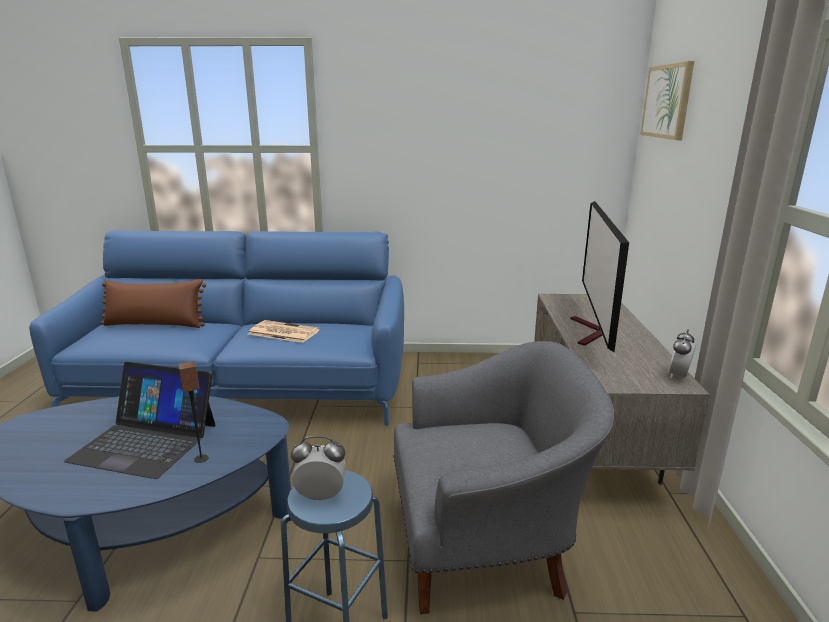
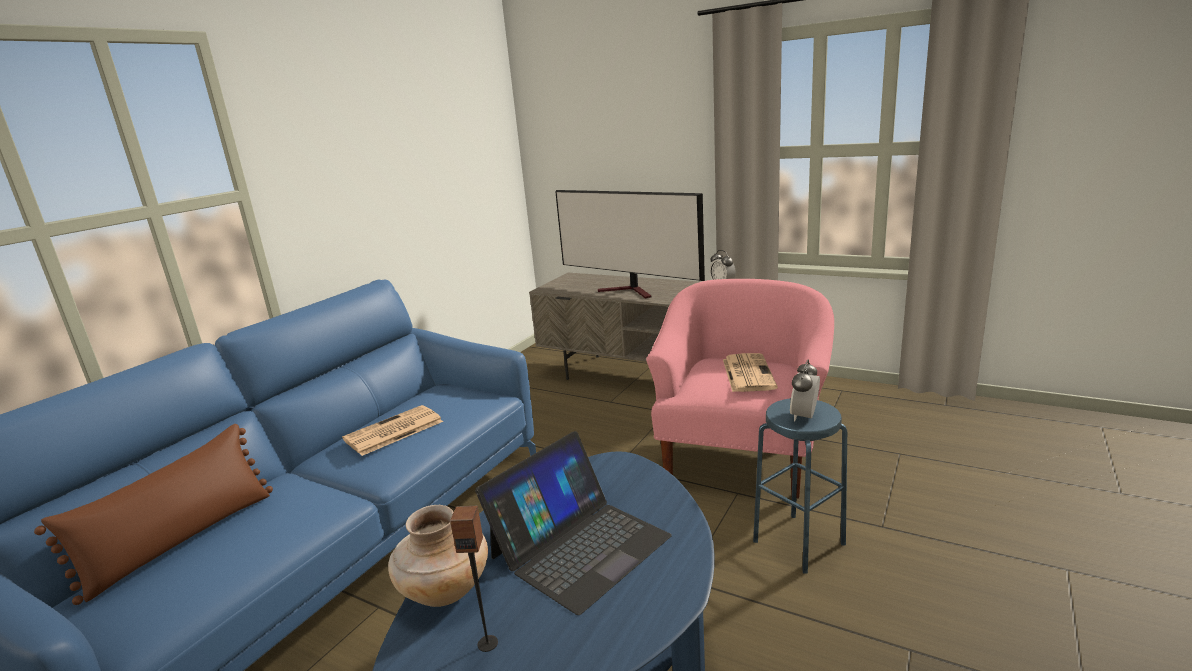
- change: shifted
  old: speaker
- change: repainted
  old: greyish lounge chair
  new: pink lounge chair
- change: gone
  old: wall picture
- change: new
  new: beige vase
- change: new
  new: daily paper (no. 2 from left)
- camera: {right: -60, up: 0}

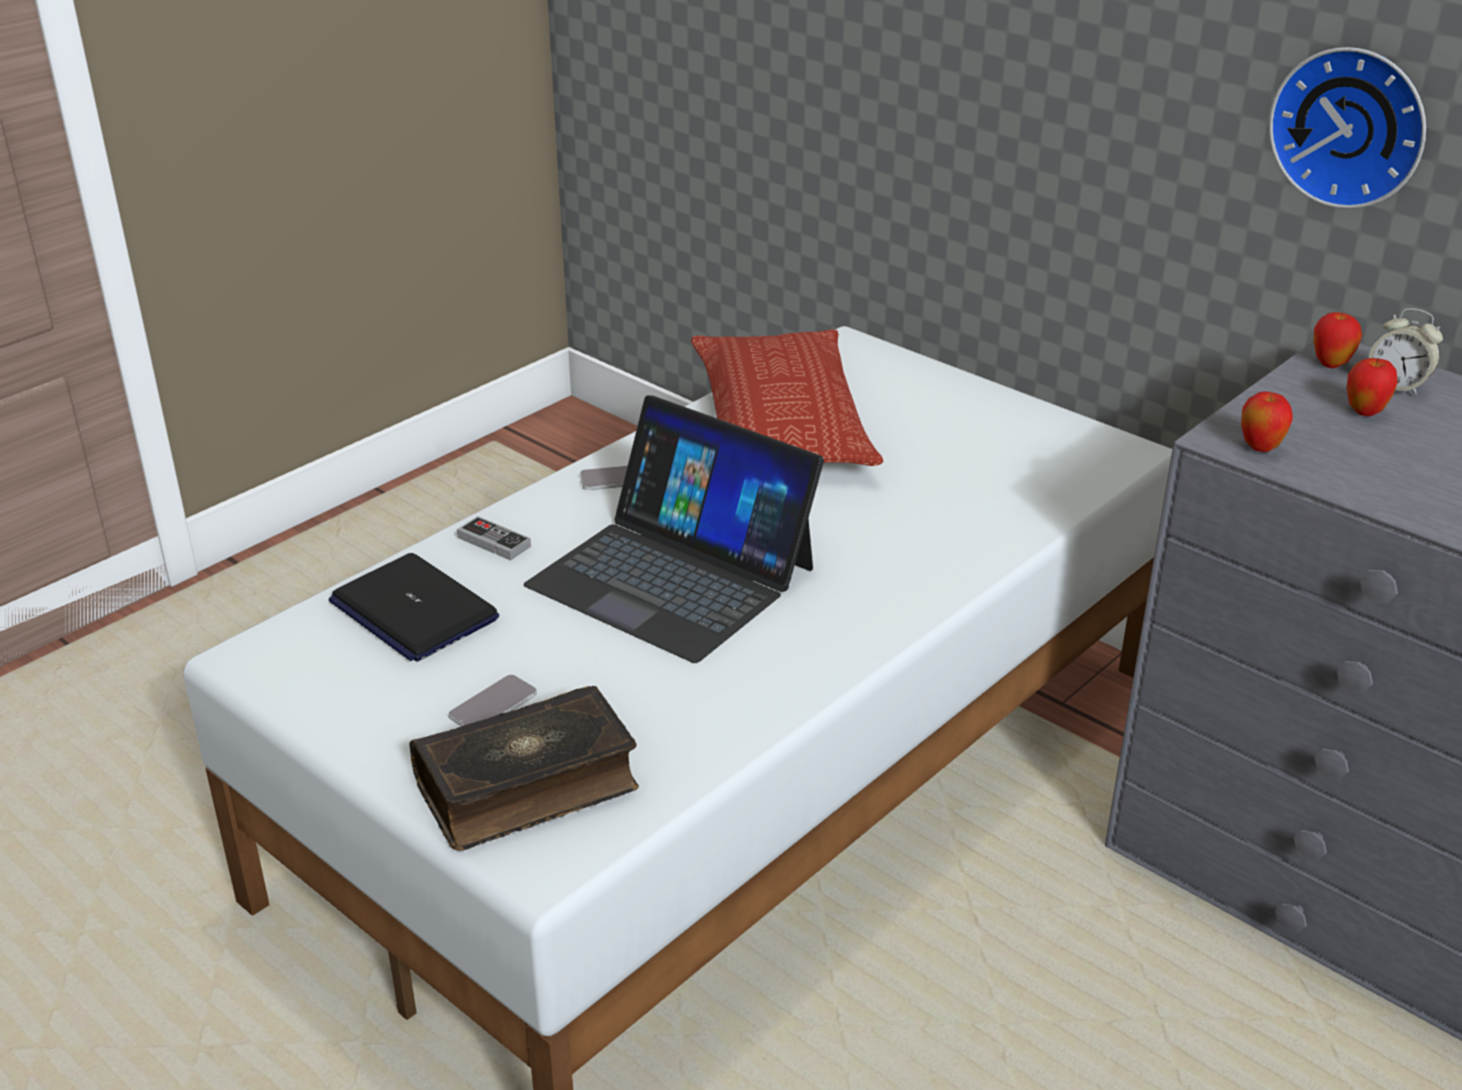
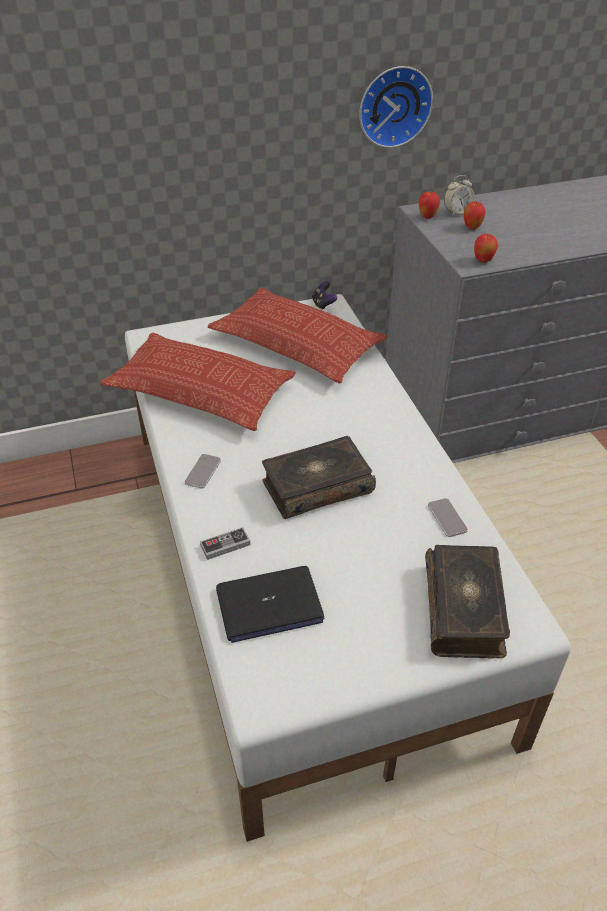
- change: shifted
  old: handset (no. 1 from left in the first image)
  new: handset (no. 2 from left)
- change: swapped
  old: notebook computer (no. 2 from left)
  new: book (no. 1 from left)
- change: new
  new: throw pillow (no. 2 from left)
- change: new
  new: game controller (no. 2 from left)
- camera: {right: -60, up: 10}

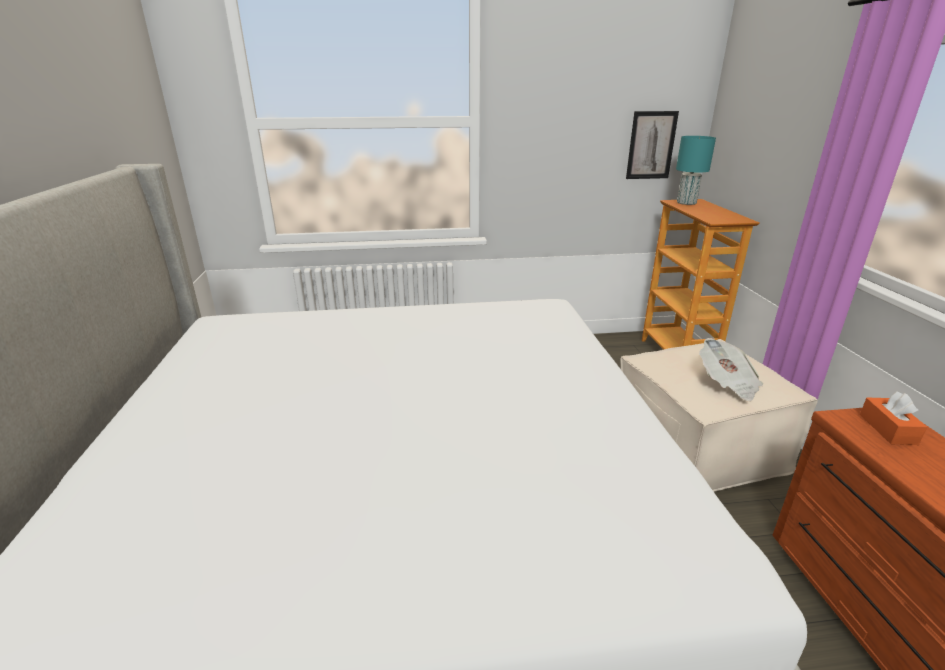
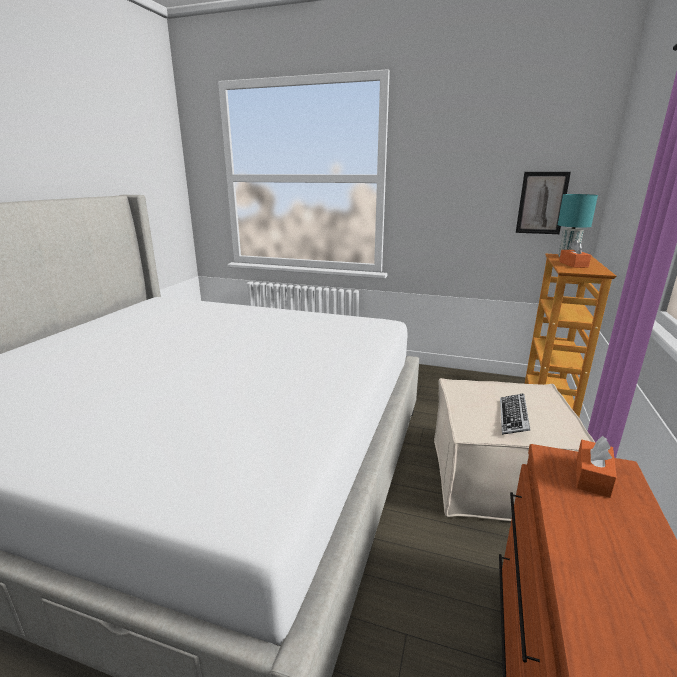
- change: swapped
  old: daily paper
  new: PC keyboard
- change: new
  new: orange box of tissues (no. 1 from left)
- camera: {right: 25, up: -5}

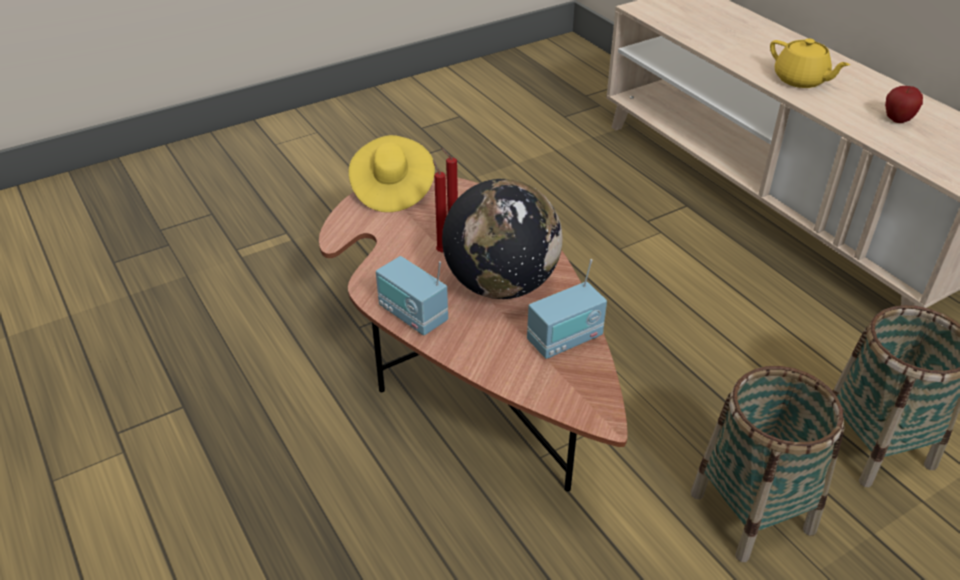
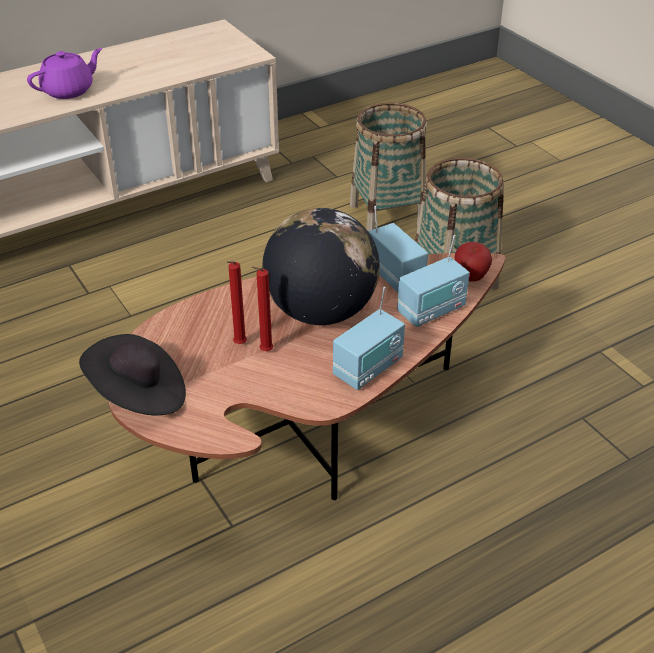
- change: repainted
  old: yellow hat
  new: black-coloured hat
- change: repainted
  old: yellow tea pot
  new: purple-coloured tea pot
- change: shifted
  old: whole apple
- change: new
  new: radio set (no. 3 from left)
- camera: {right: -90, up: 0}

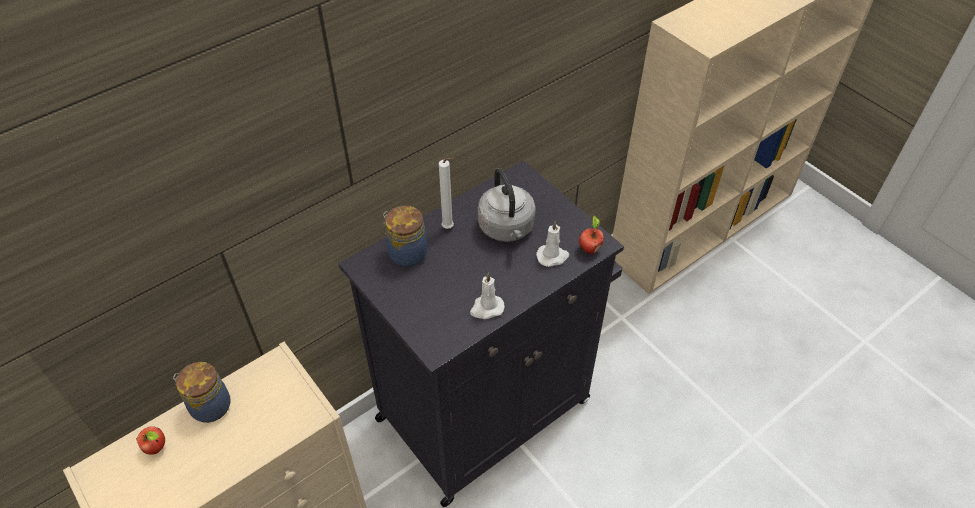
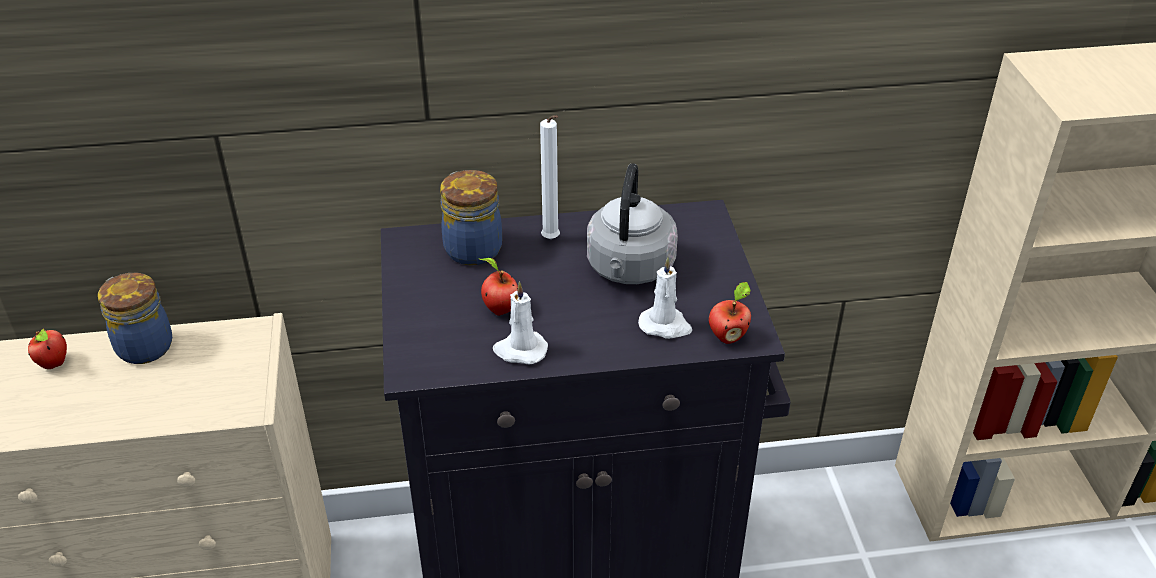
- change: new
  new: whole apple (no. 2 from left)
- camera: {right: 30, up: -10}

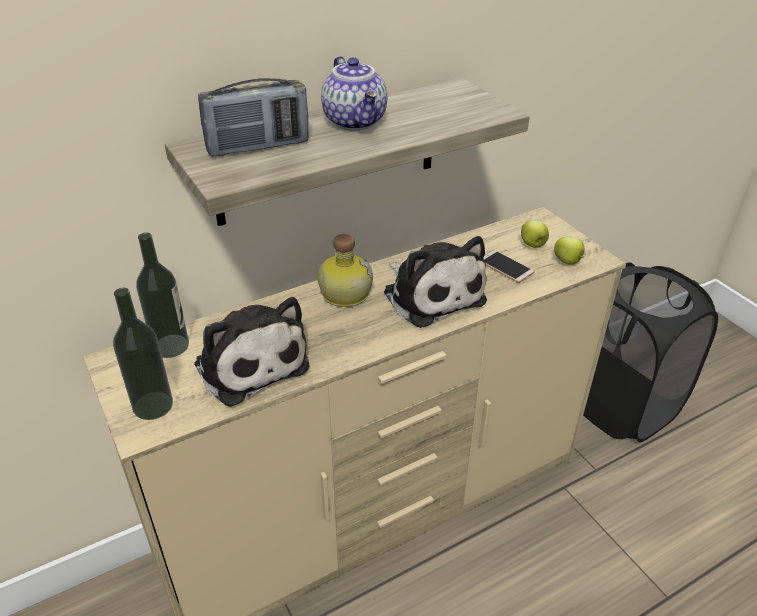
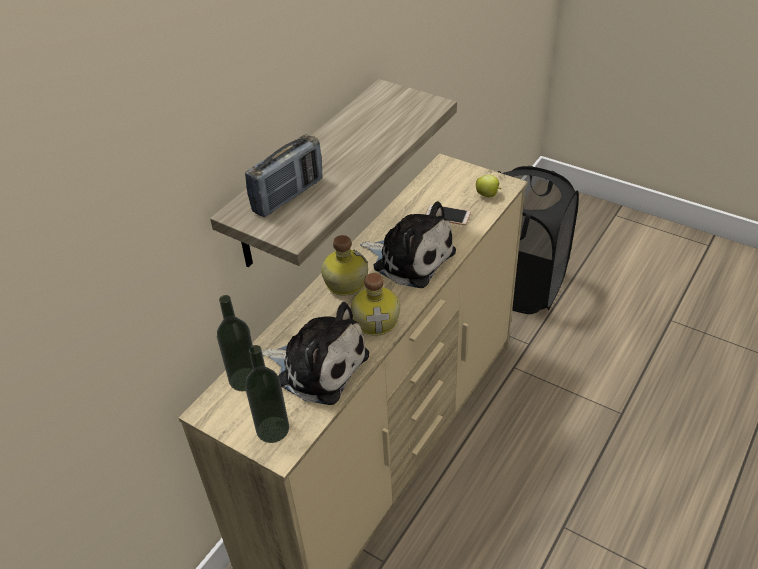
- change: gone
  old: tea pot
- change: gone
  old: whole apple (no. 1 from left)
- change: new
  new: beverage bottle (no. 4 from left)
- camera: {right: -25, up: 5}

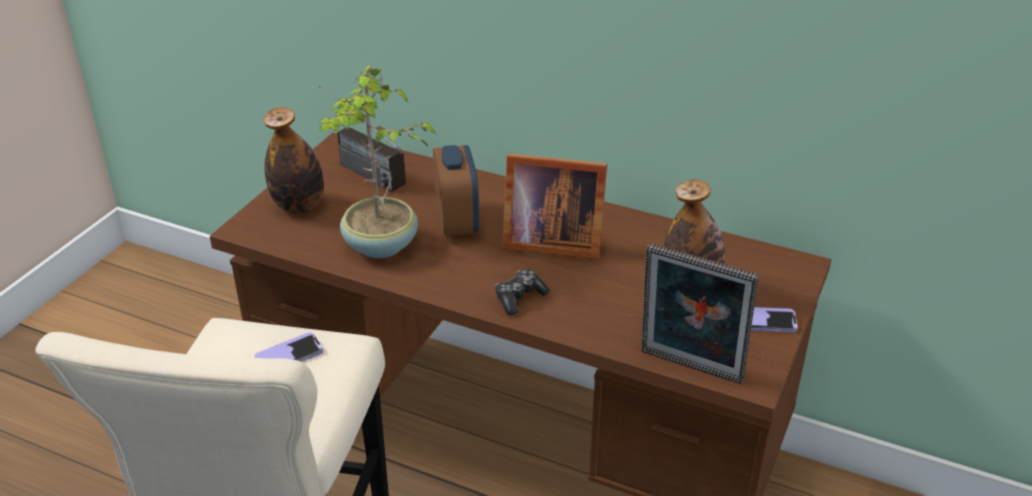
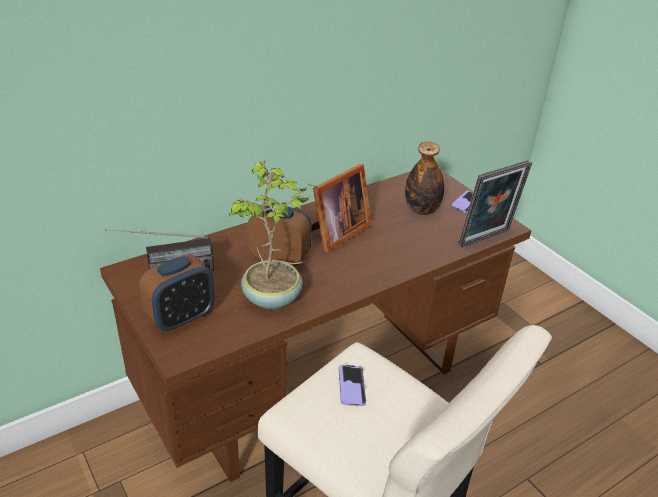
- change: swapped
  old: beverage bottle (no. 1 from left)
  new: alarm clock (no. 1 from left)
- change: gone
  old: game controller
- camera: {right: -60, up: 0}

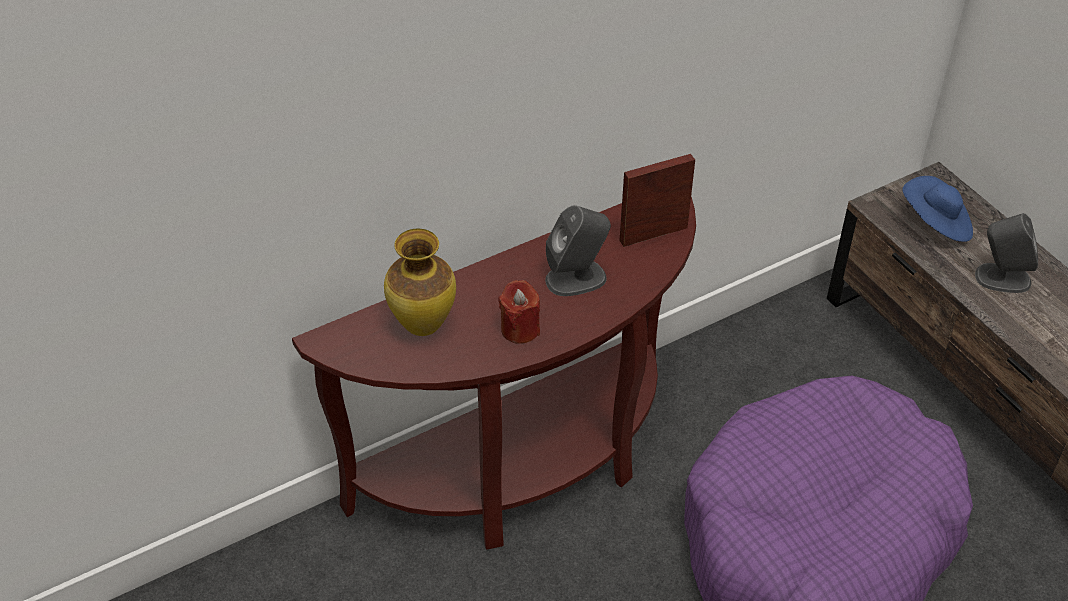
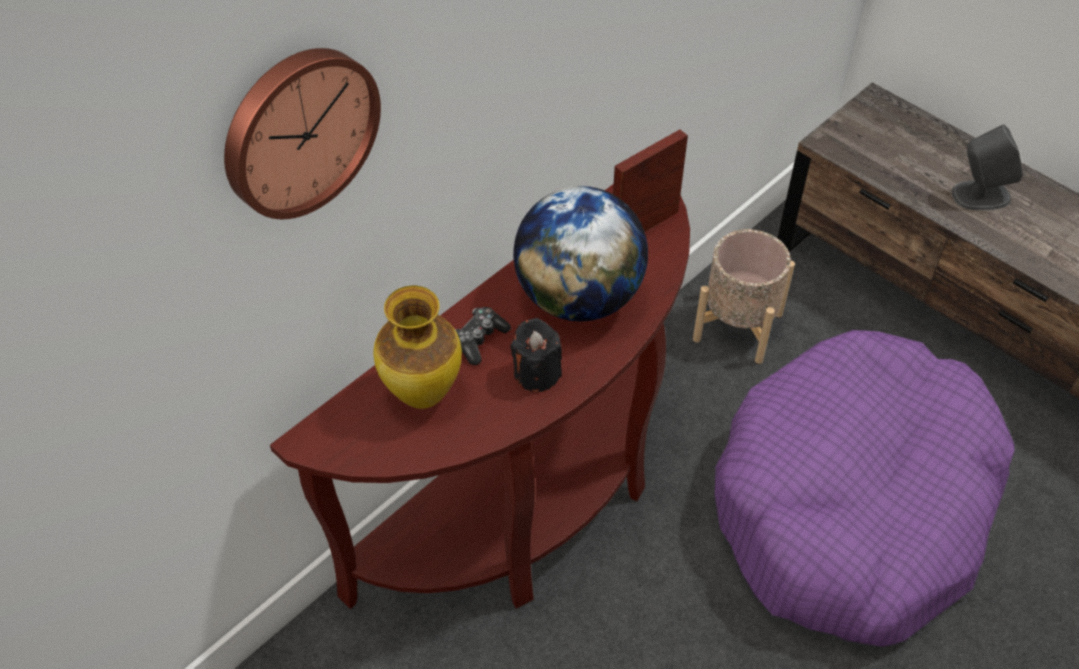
- change: repainted
  old: red-coloured wax candle
  new: black-coloured wax candle
- change: swapped
  old: greyish speaker (no. 1 from left)
  new: world globe
- change: gone
  old: bluish hat
- change: new
  new: wall clock
- change: new
  new: game controller
- change: new
  new: beige flower pot
- camera: {right: -15, up: 5}

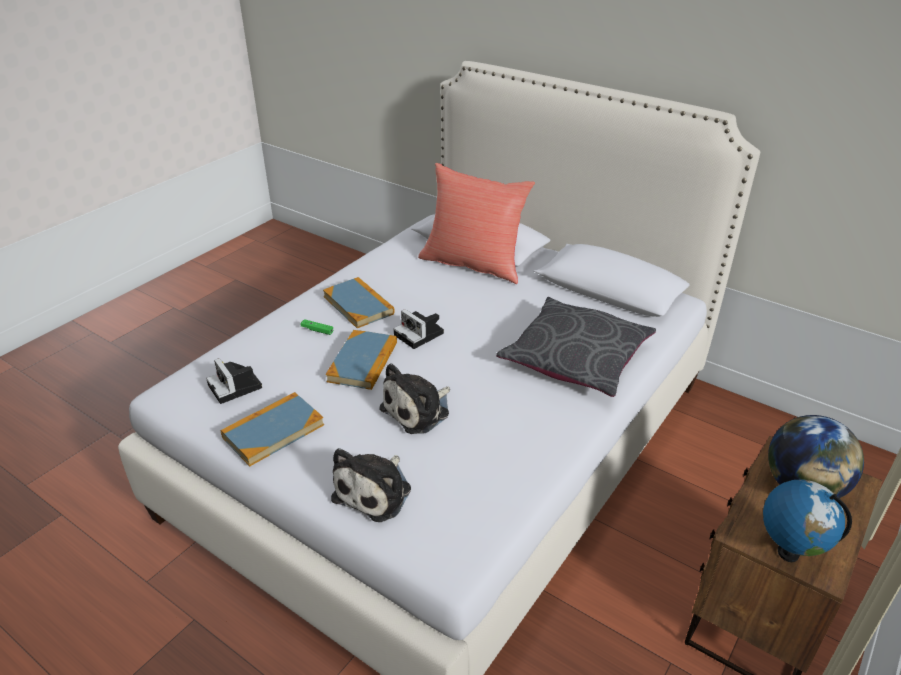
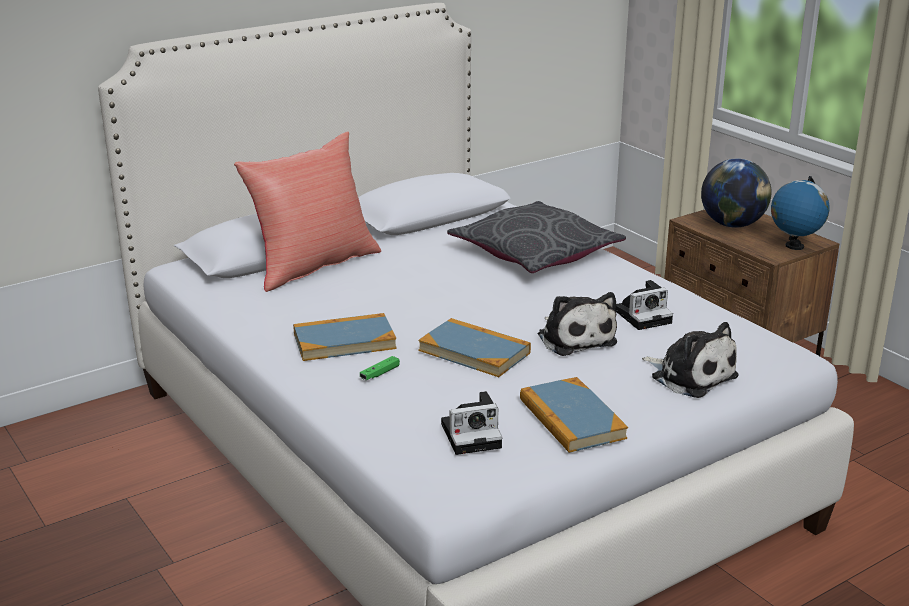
- change: shifted
  old: still camera (no. 2 from left)
- camera: {right: -70, up: -10}

